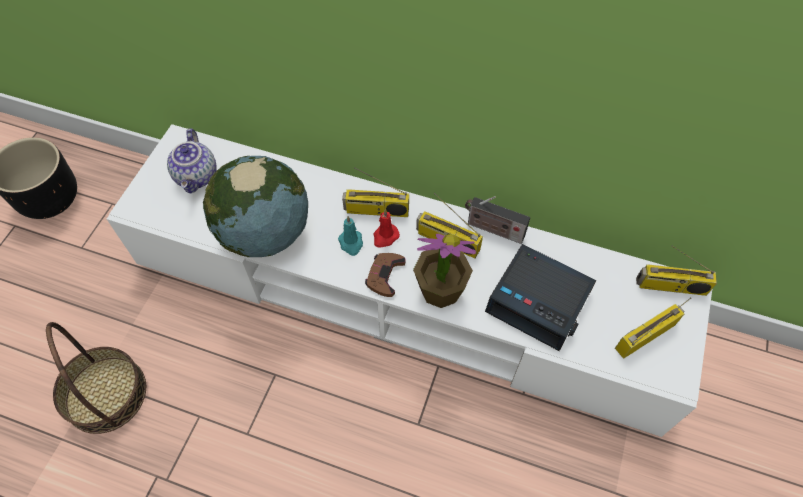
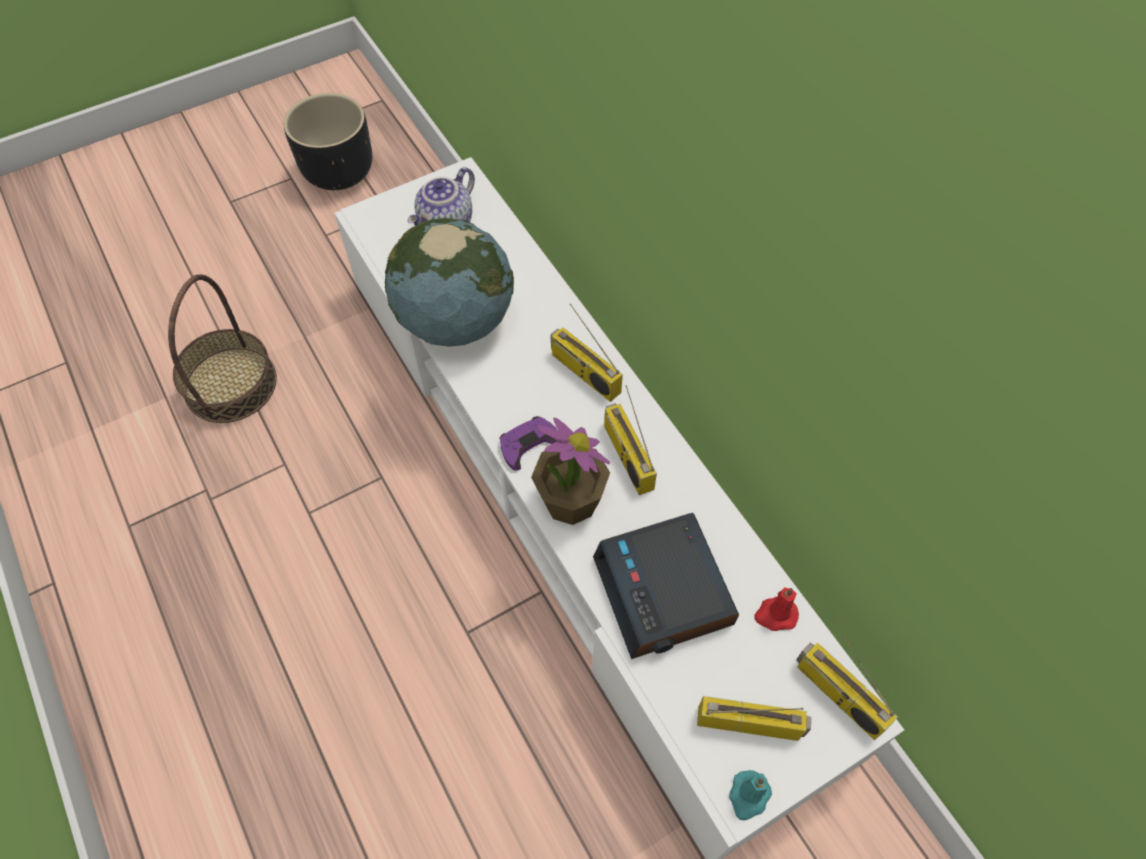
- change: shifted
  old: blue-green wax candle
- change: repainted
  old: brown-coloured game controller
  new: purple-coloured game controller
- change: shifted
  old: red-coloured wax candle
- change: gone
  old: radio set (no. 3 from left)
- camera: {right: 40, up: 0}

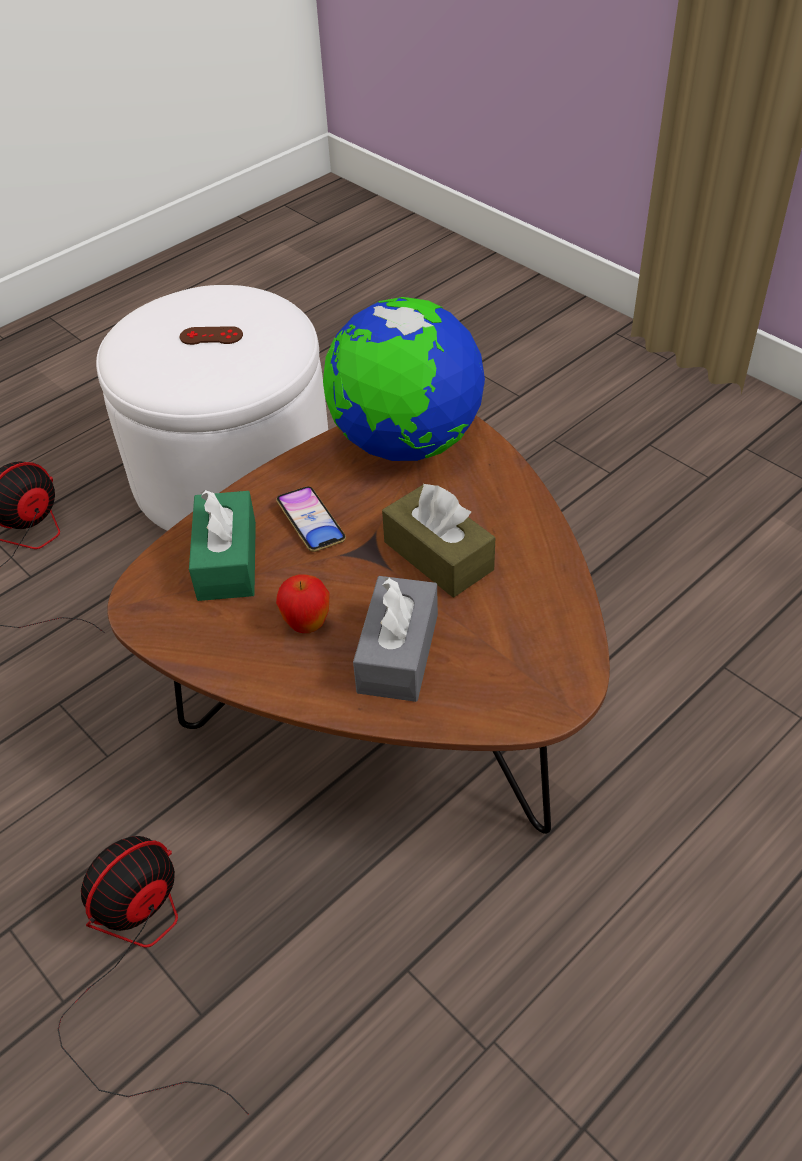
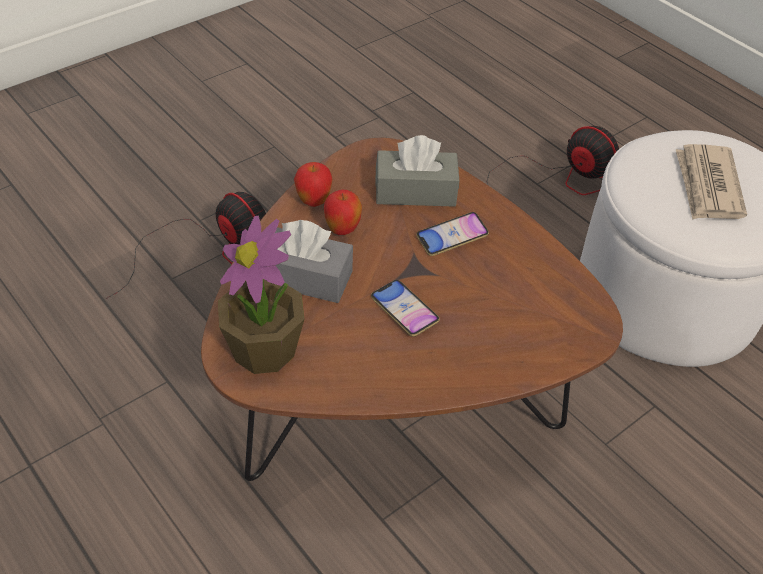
- change: swapped
  old: brown-coloured game controller
  new: daily paper
- change: repainted
  old: greenish box of tissues
  new: greyish box of tissues (no. 2 from left)
- change: gone
  old: world globe
- change: swapped
  old: brown-coloured box of tissues
  new: handset (no. 1 from left)
- change: new
  new: houseplant
- change: new
  new: whole apple (no. 1 from left)
- camera: {right: 90, up: 0}

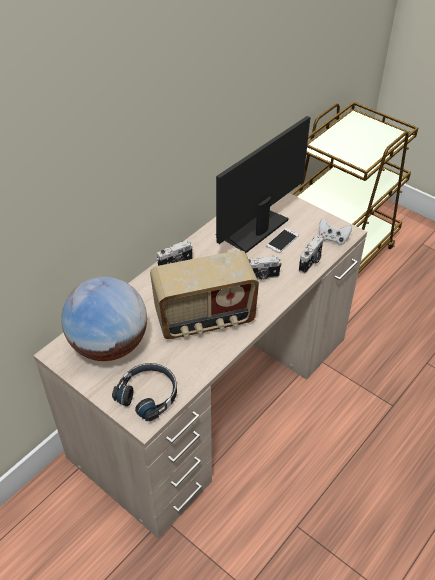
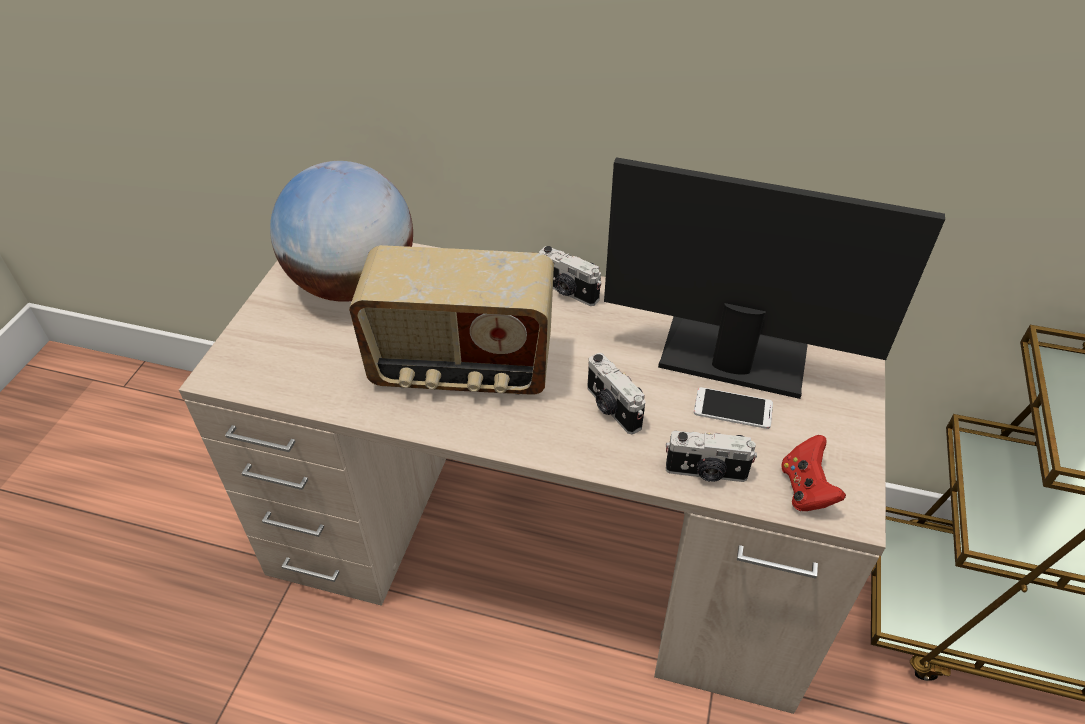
- change: gone
  old: black-coloured pair of headphones
- change: rotated
  old: radio set
  degrees: -45
- change: repainted
  old: white-coloured game controller
  new: red-coloured game controller
- camera: {right: 65, up: 0}

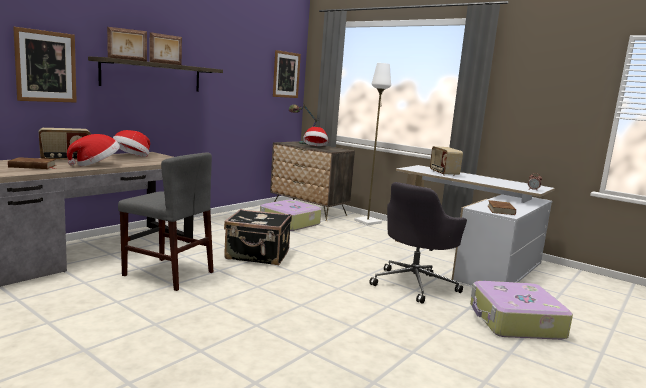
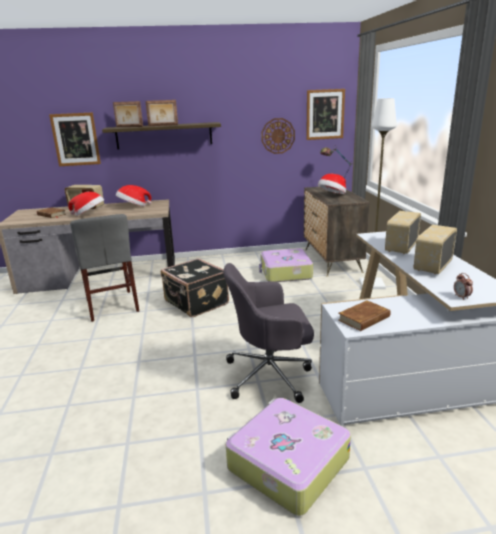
- change: new
  new: wall clock
- change: new
  new: radio set (no. 3 from left)
- camera: {right: 45, up: 10}

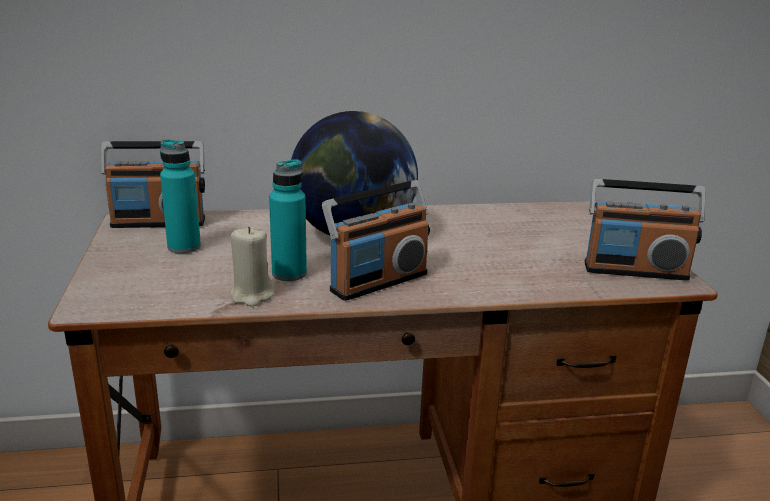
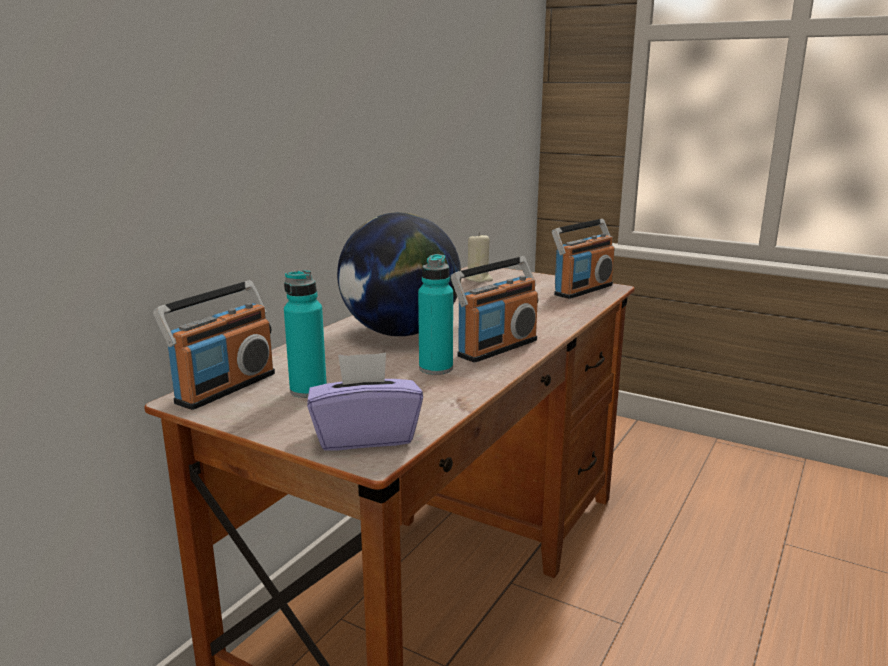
- change: shifted
  old: beige wax candle
- change: rotated
  old: radio set (no. 2 from left)
  degrees: 45
- change: new
  new: purple-coloured box of tissues
- camera: {right: -50, up: -5}

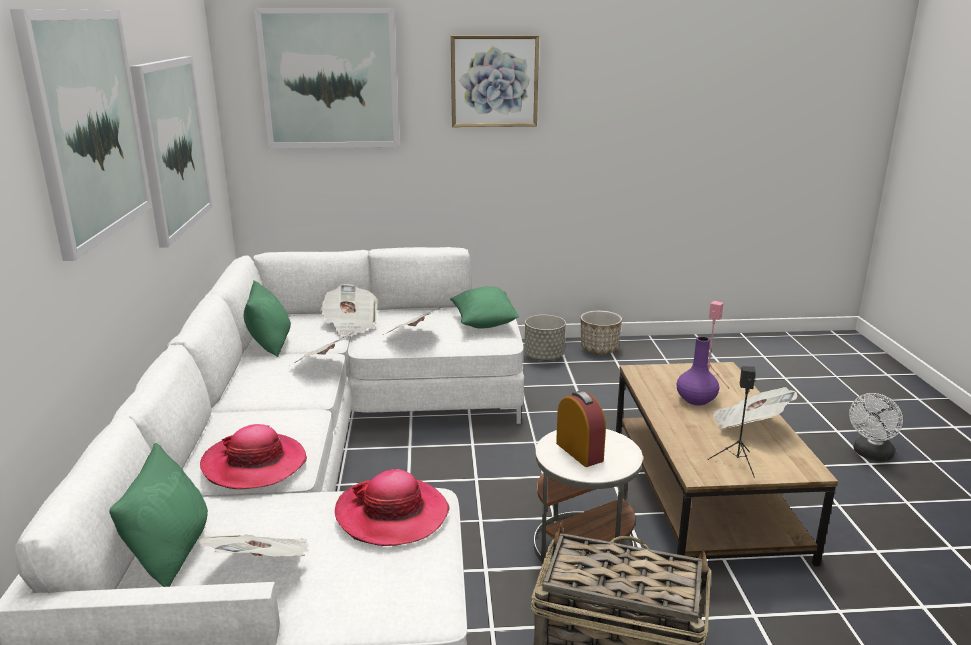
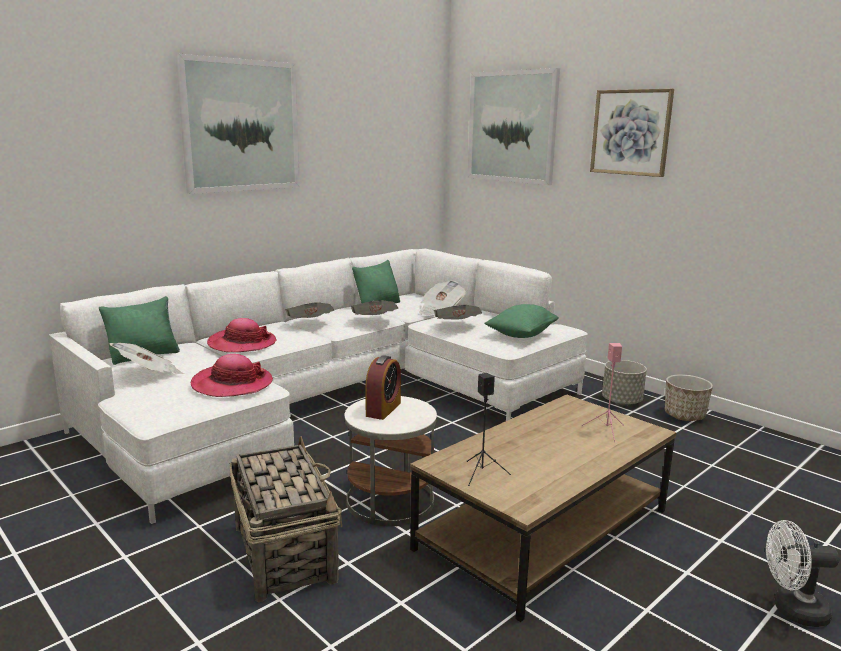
- change: gone
  old: wall picture (no. 2 from left)
- change: gone
  old: purple-coloured vase
- change: shifted
  old: daily paper (no. 5 from left in the first image)
  new: daily paper (no. 2 from left)
- camera: {right: 50, up: -5}

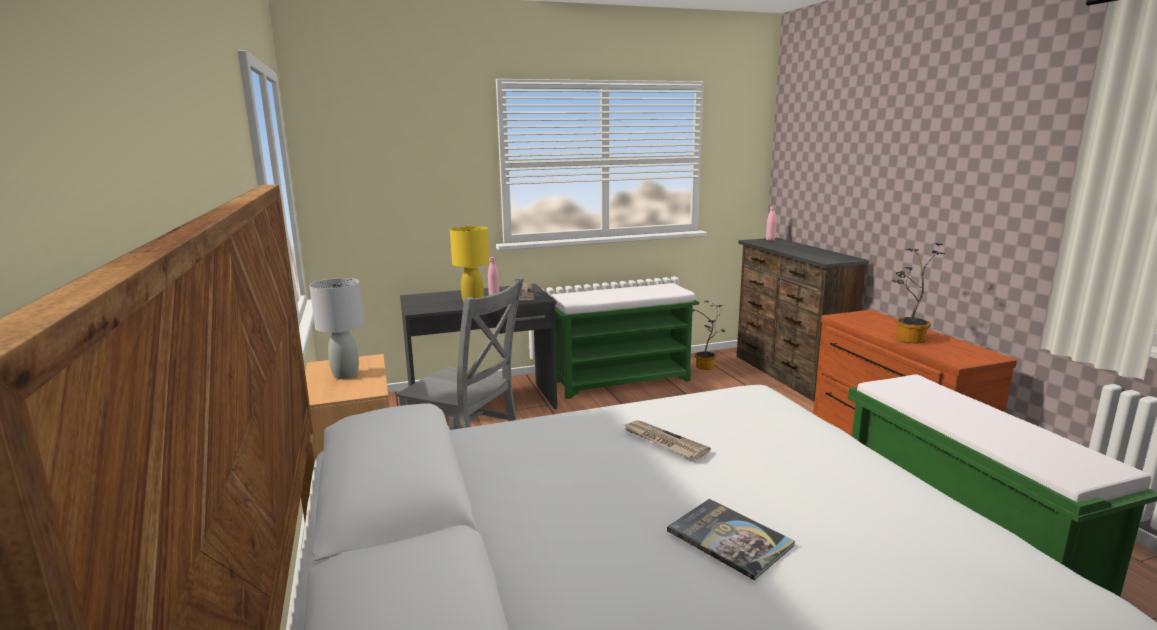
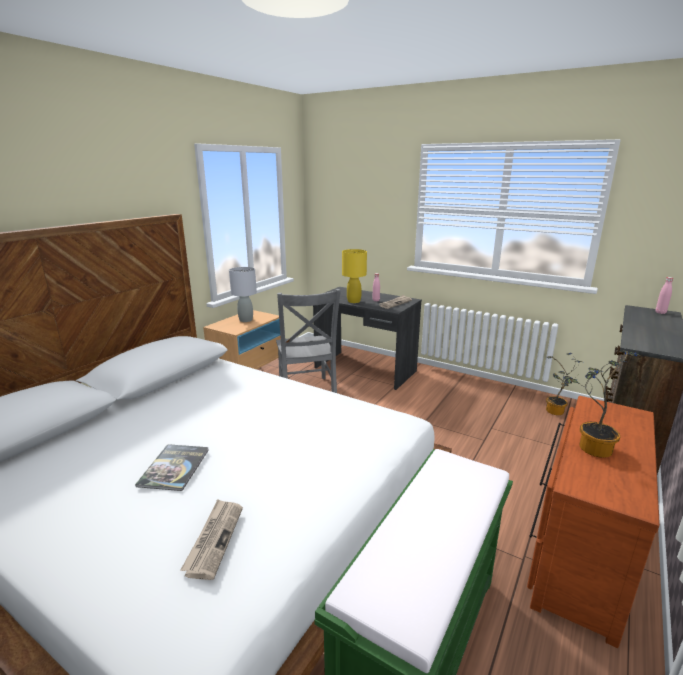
- change: gone
  old: greenish indoor bench (no. 1 from left)
- change: shifted
  old: daily paper (no. 2 from left in the first image)
  new: daily paper (no. 1 from left)
- camera: {right: 50, up: 5}

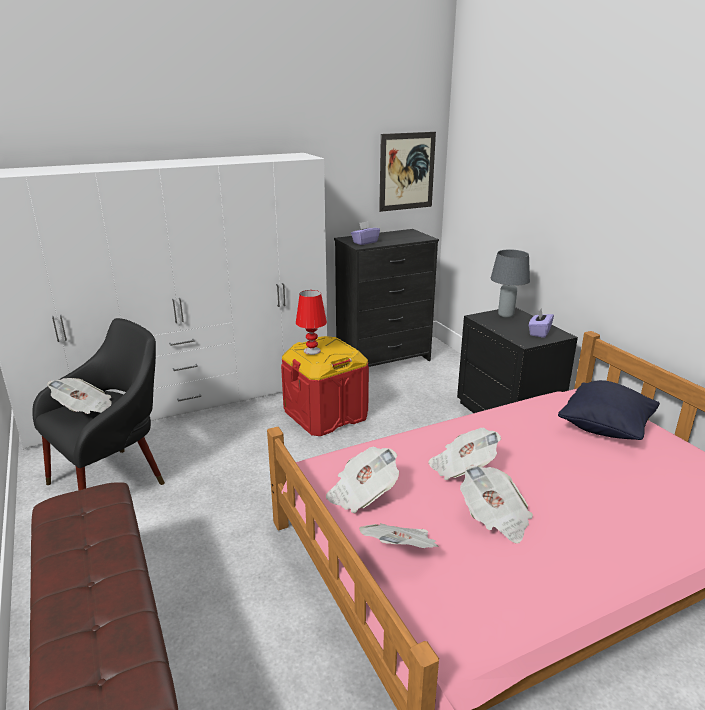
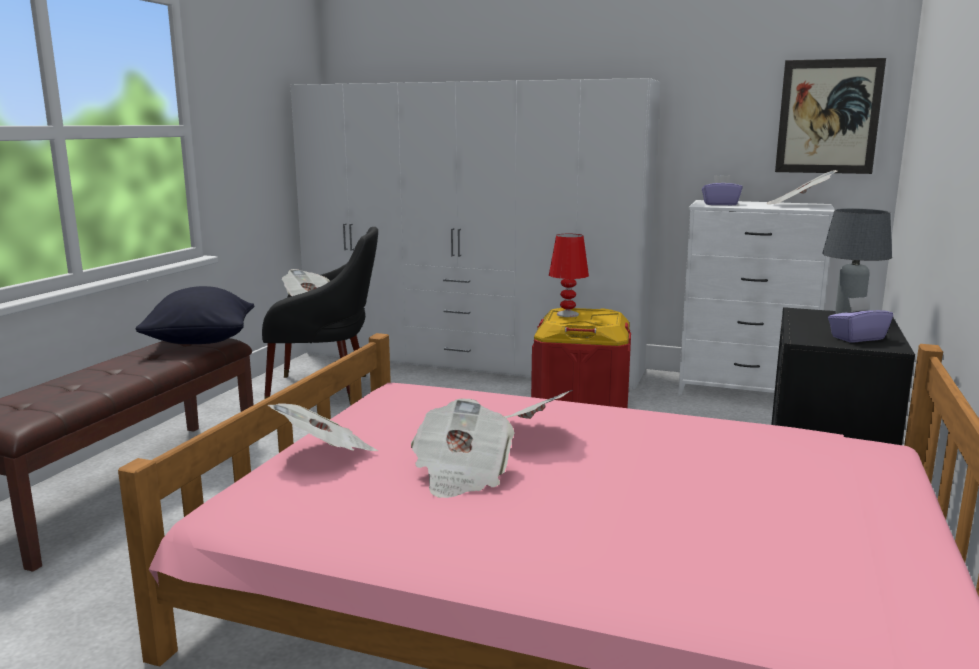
- change: shifted
  old: daily paper (no. 2 from left in the first image)
  new: daily paper (no. 5 from left)
- change: repainted
  old: black-coloured dresser
  new: white-coloured dresser
- change: shifted
  old: black-coloured throw pillow
- camera: {right: 45, up: -10}

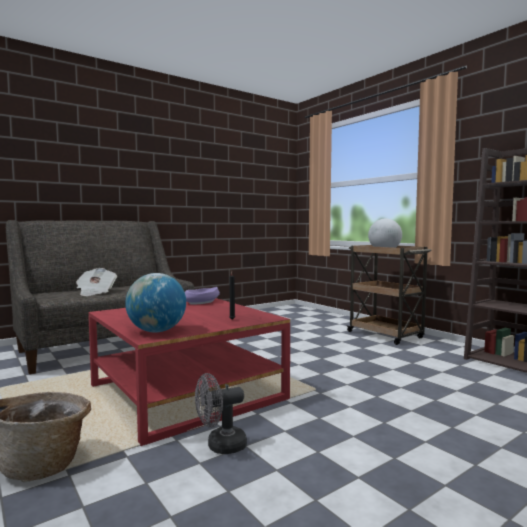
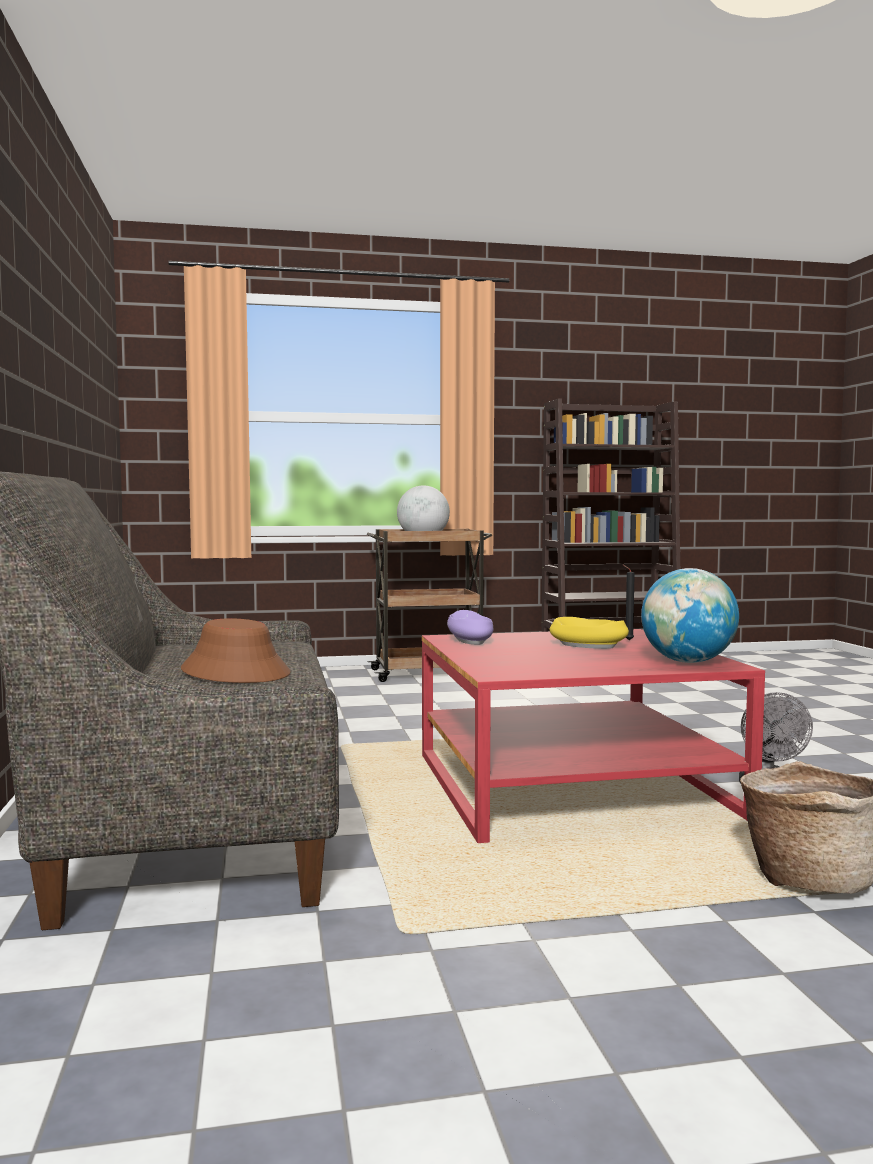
- change: swapped
  old: daily paper
  new: brown-coloured hat
- change: new
  new: yellow deep dish
- camera: {right: -65, up: 0}

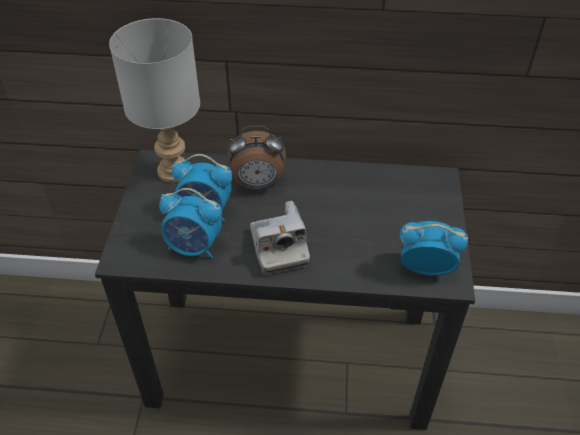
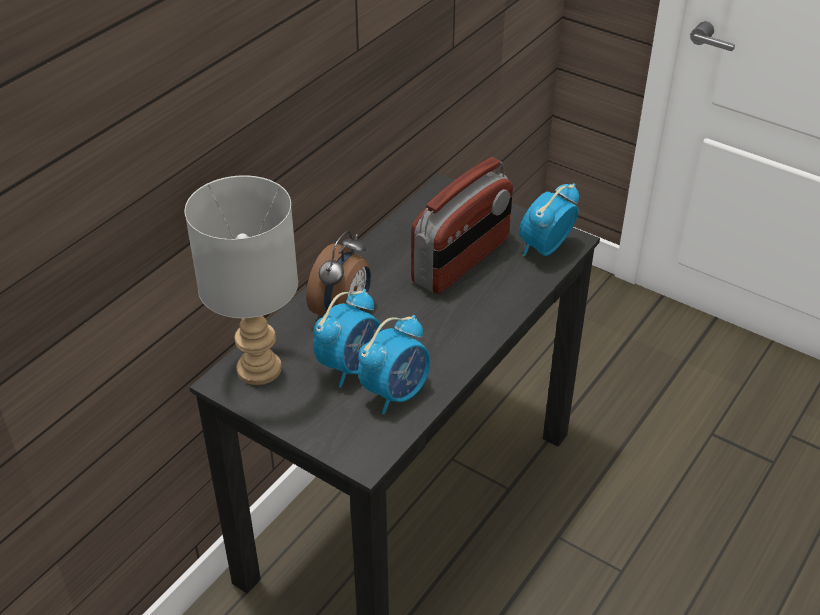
- change: gone
  old: still camera
- change: new
  new: radio set
- camera: {right: -60, up: -5}

